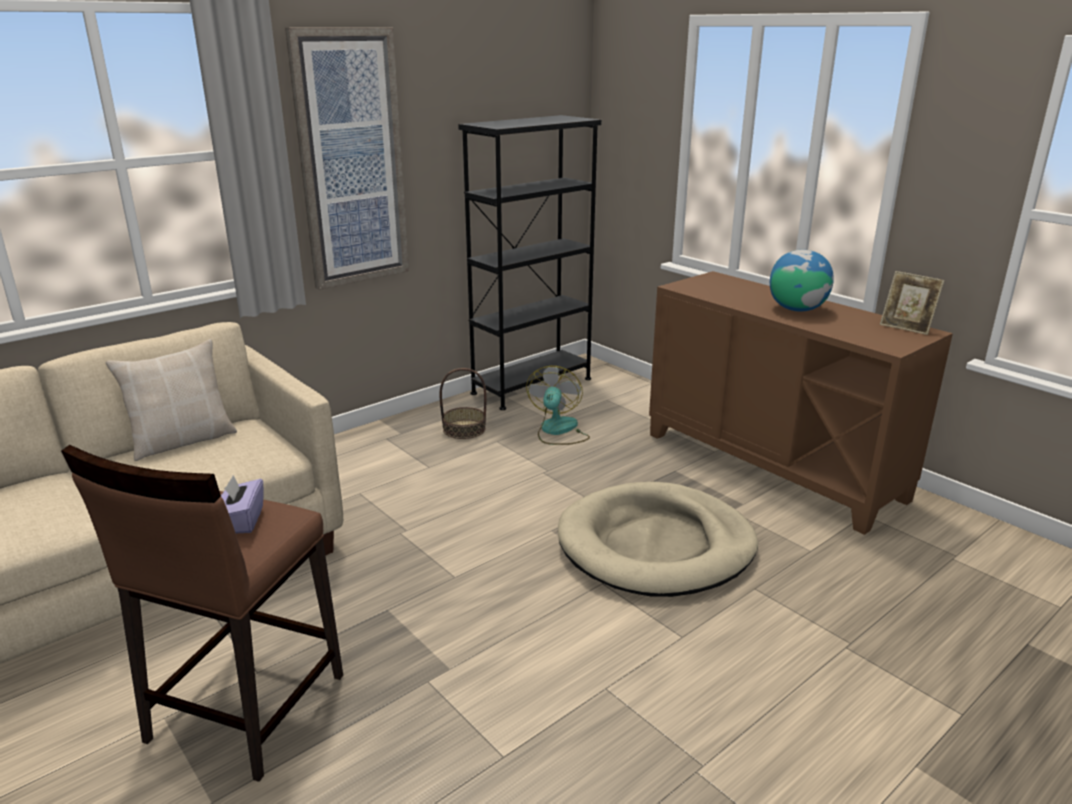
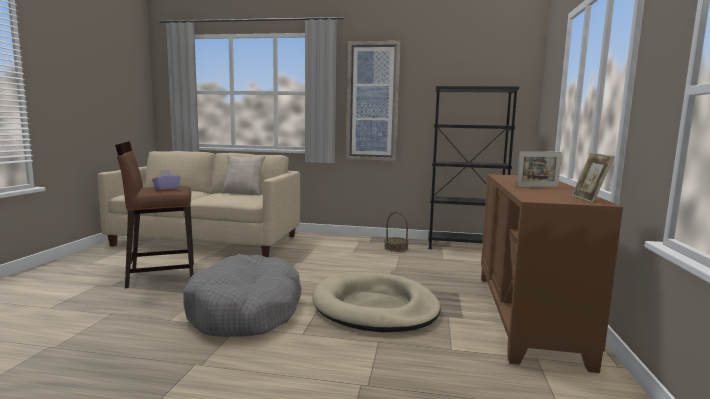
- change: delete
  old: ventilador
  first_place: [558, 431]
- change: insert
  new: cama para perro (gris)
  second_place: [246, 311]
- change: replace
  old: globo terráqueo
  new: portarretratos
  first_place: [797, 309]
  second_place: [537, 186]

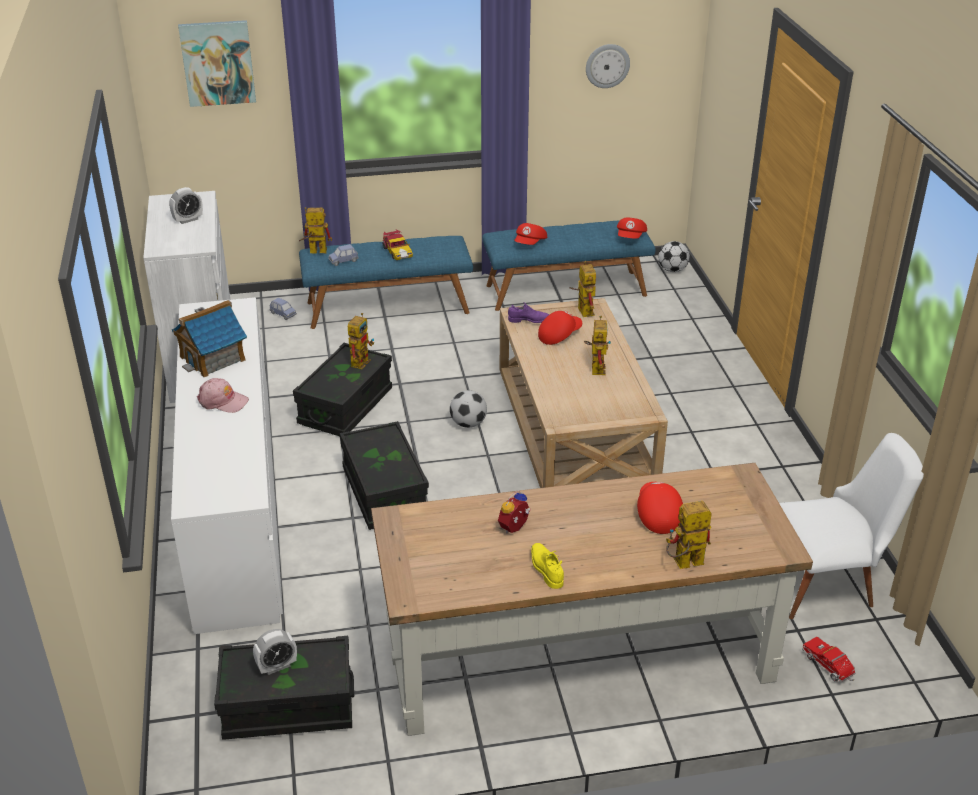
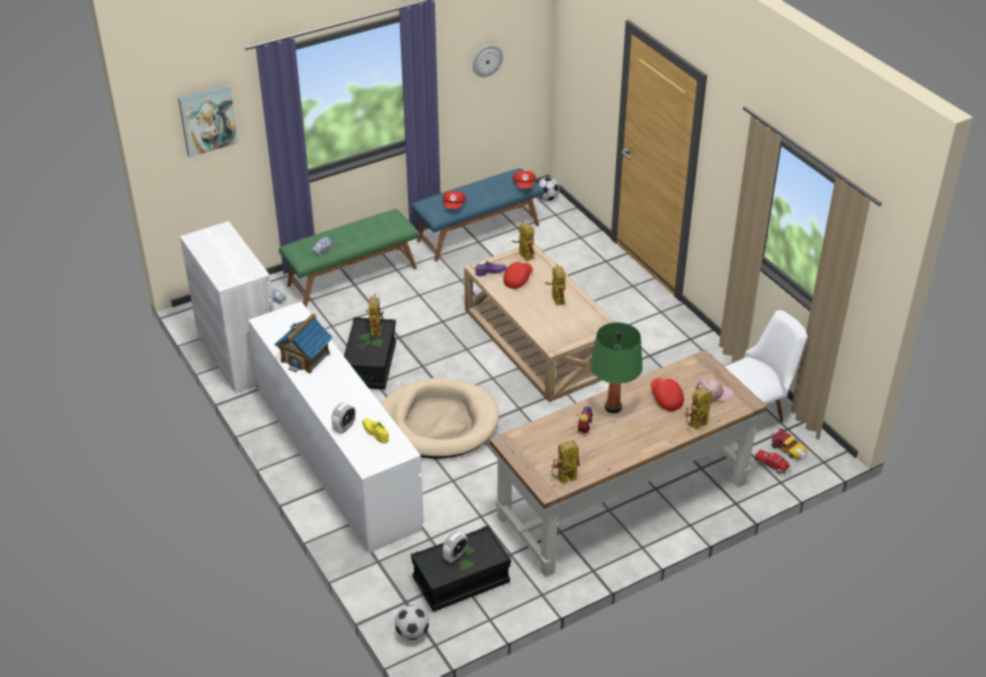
- change: insert
  new: lámpara de mesa (verde)
  second_place: [613, 407]
- change: move
  old: despertador
  first_place: [188, 220]
  second_place: [344, 427]
- change: move
  old: gorra (rosa)
  first_place: [222, 401]
  second_place: [713, 394]
- change: move
  old: robot de juguete
  first_place: [314, 251]
  second_place: [563, 480]
- change: move
  old: coche de juguete
  first_place: [397, 252]
  second_place: [787, 449]
- change: move
  old: balón de fútbol
  first_place: [468, 424]
  second_place: [412, 633]
- change: move
  old: zapato (amarillo)
  first_place: [546, 569]
  second_place: [375, 433]
- change: replace
  old: caja de almacenaje (negro)
  new: cama para perro (beis)
  first_place: [384, 493]
  second_place: [437, 423]
- change: recolor
  old: banco (azul)
  new: banco (verde)
  first_place: [388, 307]
  second_place: [352, 276]

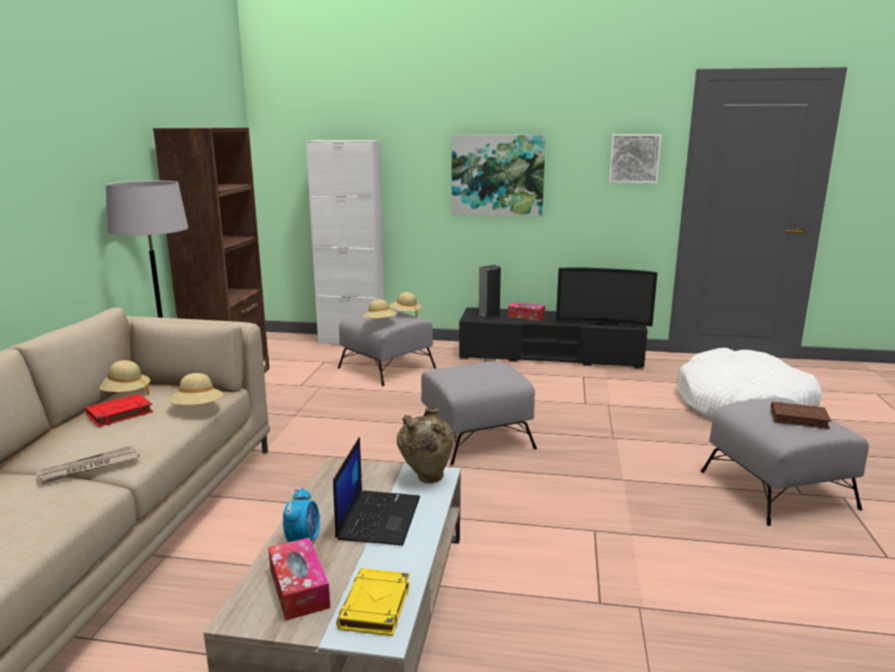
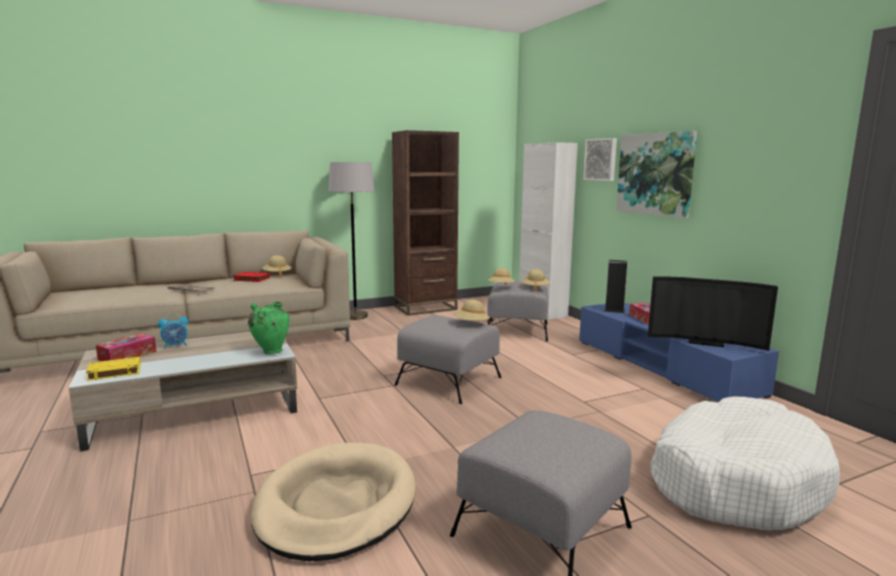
- change: delete
  old: portátil
  first_place: [378, 517]
- change: delete
  old: libro (marrón)
  first_place: [798, 419]
- change: insert
  new: cama para perro (beis)
  second_place: [336, 504]
- change: move
  old: sombrero (beis)
  first_place: [197, 409]
  second_place: [471, 325]
- change: move
  old: cuadro
  first_place: [634, 158]
  second_place: [601, 159]
- change: recolor
  old: florero (beis)
  new: florero (verde)
  first_place: [426, 478]
  second_place: [271, 351]
- change: recolor
  old: mueble de televisión (negro)
  new: mueble de televisión (azul)
  first_place: [550, 355]
  second_place: [663, 366]
- change: rotate
  old: televisor
  first_place: [603, 322]
  second_place: [705, 342]
  degrees: -45

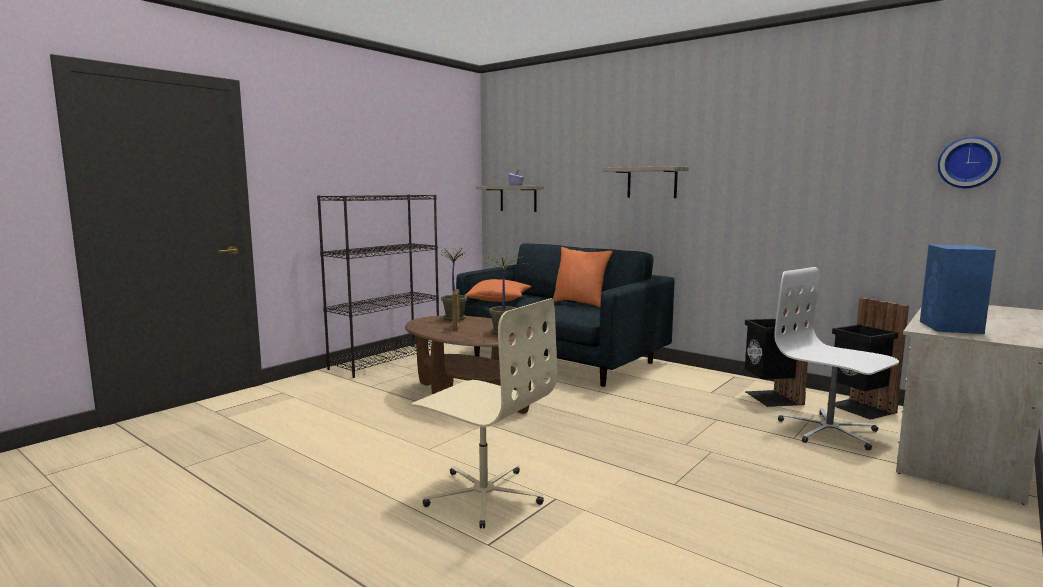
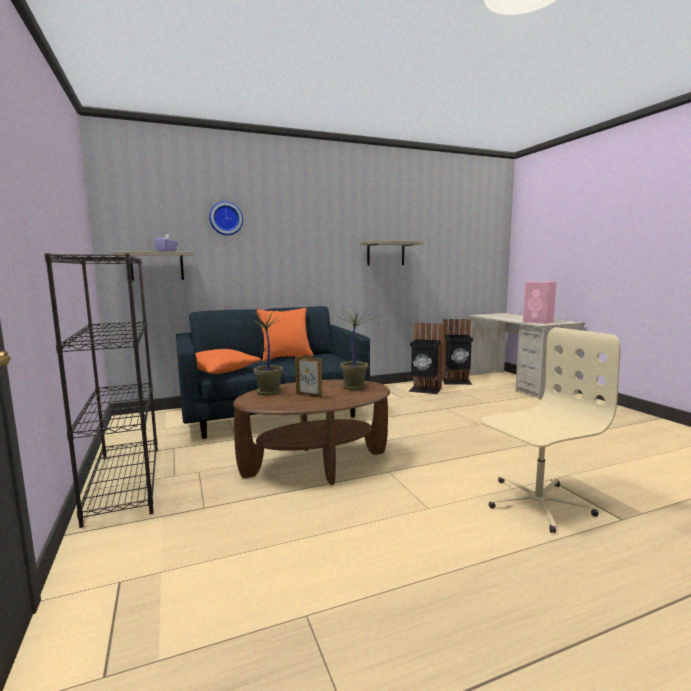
- change: delete
  old: silla de oficina (blanco)
  first_place: [829, 431]
- change: move
  old: estante
  first_place: [652, 182]
  second_place: [385, 253]
- change: move
  old: reloj de pared
  first_place: [968, 162]
  second_place: [226, 218]
- change: recolor
  old: altavoz (azul)
  new: altavoz (rosa)
  first_place: [951, 328]
  second_place: [538, 322]

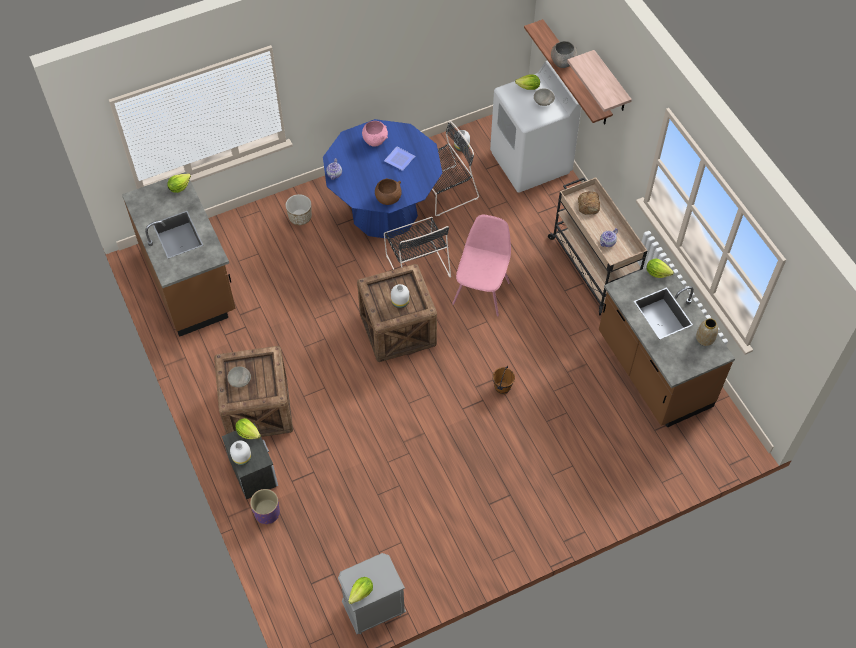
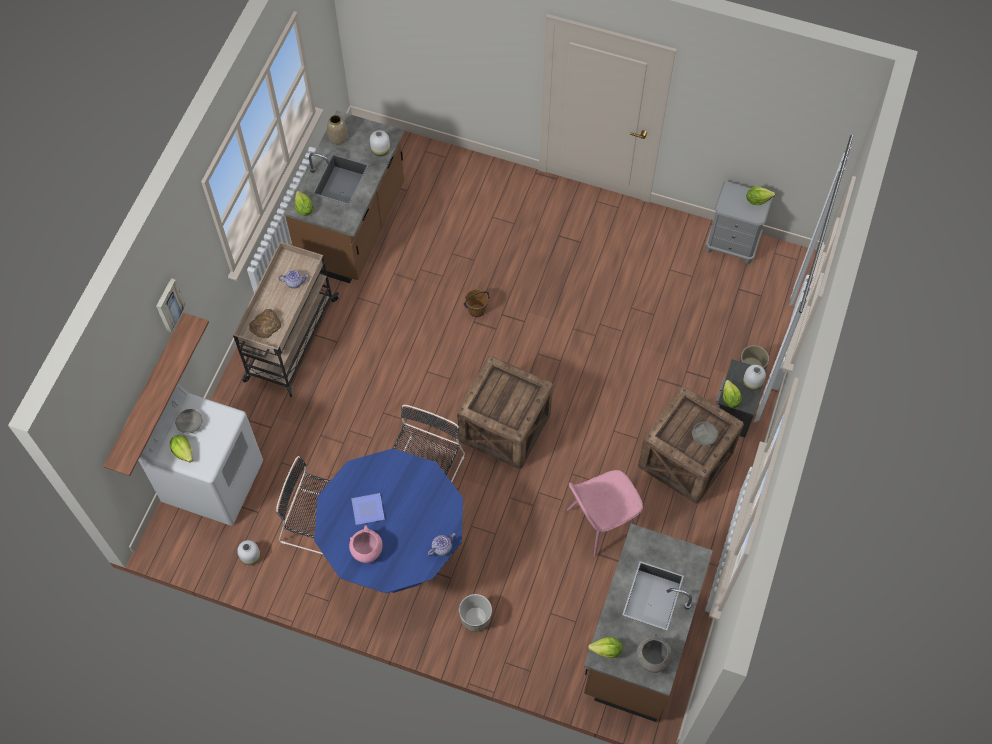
- change: delete
  old: cuenco (marrón)
  first_place: [388, 199]
- change: move
  old: florero (blanco)
  first_place: [400, 302]
  second_place: [381, 150]
- change: move
  old: silla (rosa)
  first_place: [481, 292]
  second_place: [600, 523]
- change: move
  old: cuenco (gris)
  first_place: [562, 62]
  second_place: [652, 659]
- change: replace
  old: estante
  new: cuadro
  first_place: [611, 83]
  second_place: [168, 304]

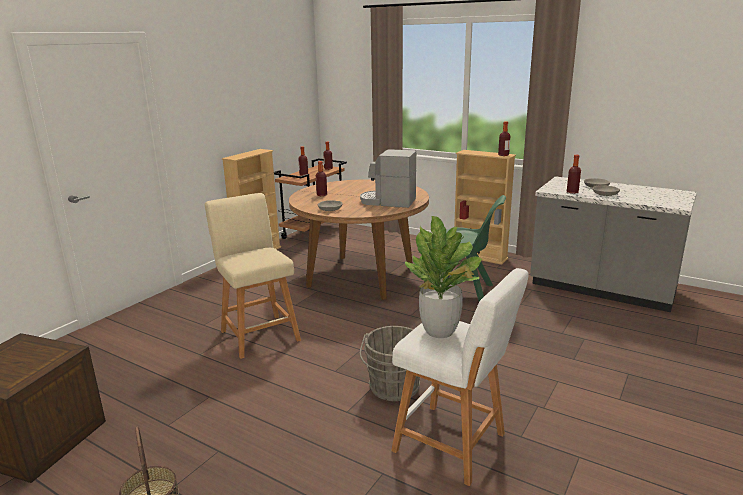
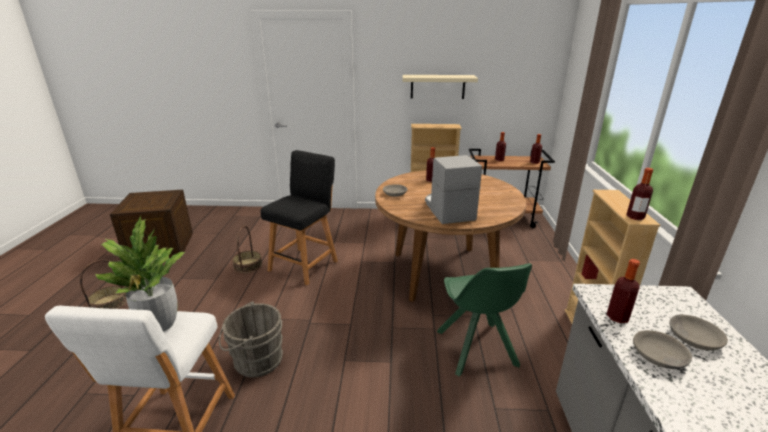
- change: insert
  new: cesta
  second_place: [248, 265]
- change: insert
  new: estante (beis)
  second_place: [437, 86]
- change: recolor
  old: taburete (beis)
  new: taburete (negro)
  first_place: [258, 334]
  second_place: [305, 264]

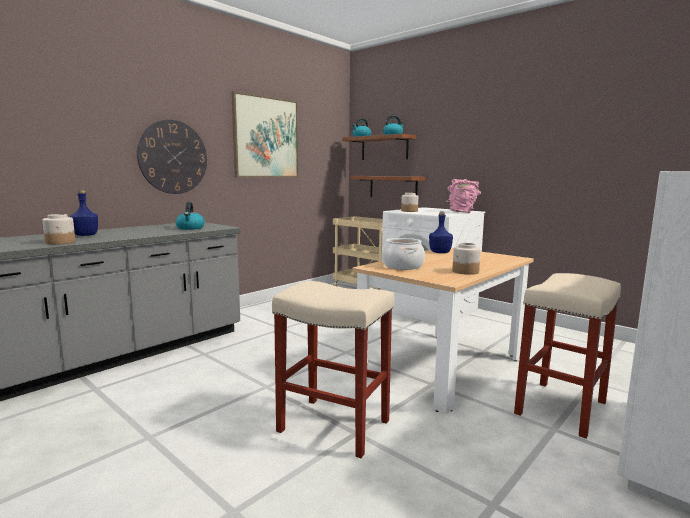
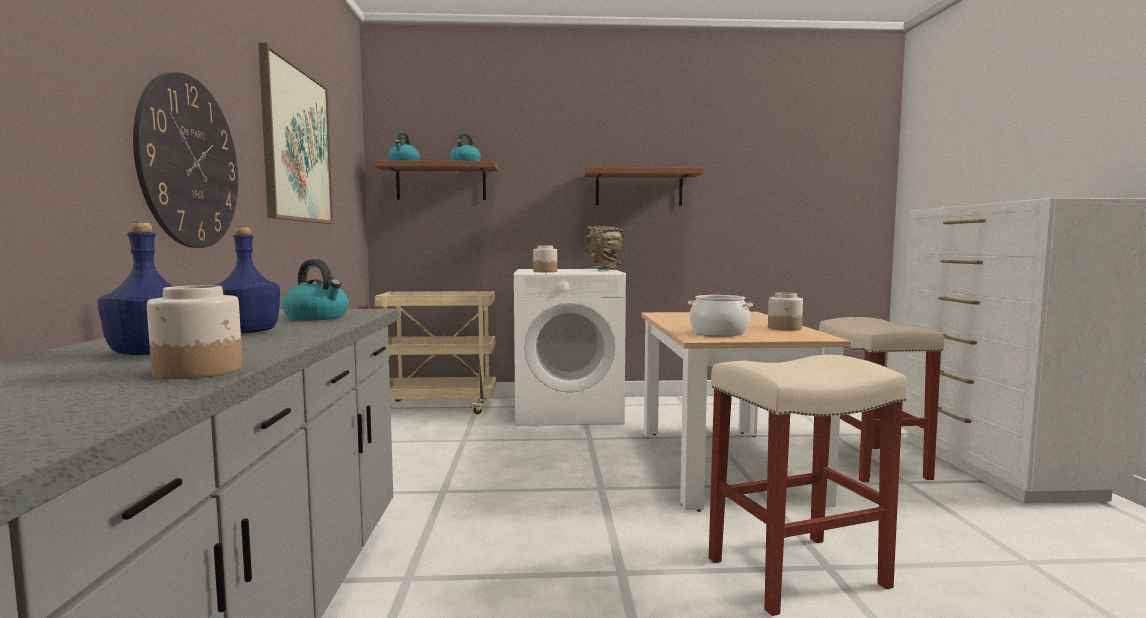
- change: move
  old: estante (marrón)
  first_place: [393, 187]
  second_place: [639, 188]
- change: move
  old: botella (azul)
  first_place: [440, 252]
  second_place: [249, 332]
- change: recolor
  old: florero (rosa)
  new: florero (marrón)
  first_place: [462, 212]
  second_place: [604, 270]

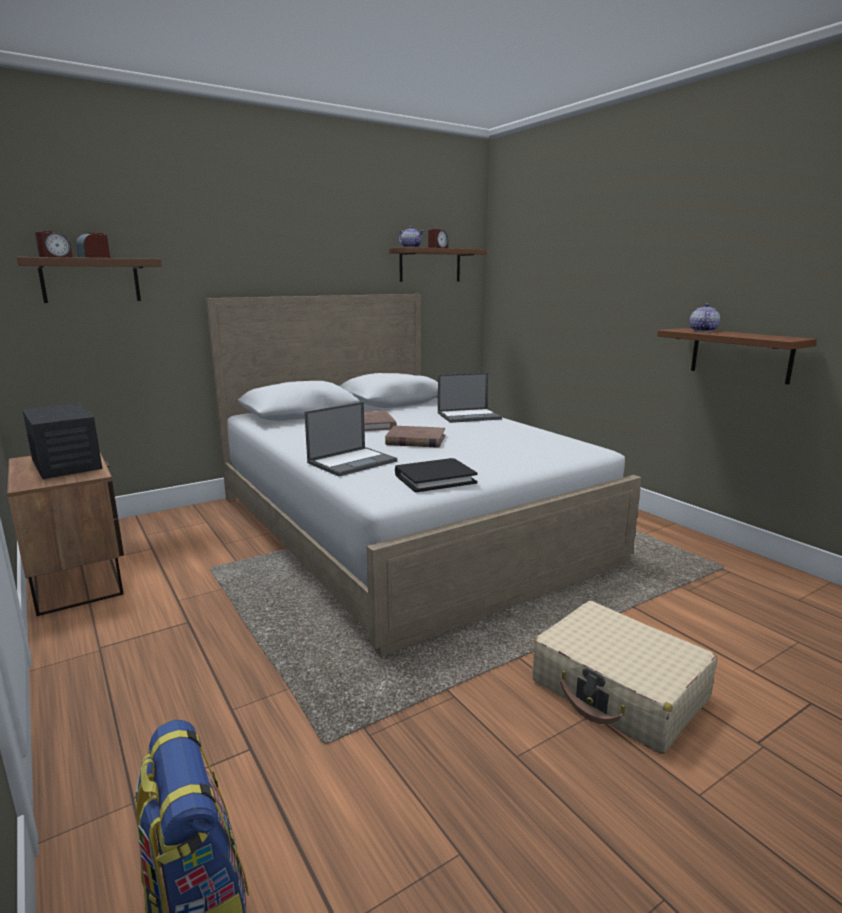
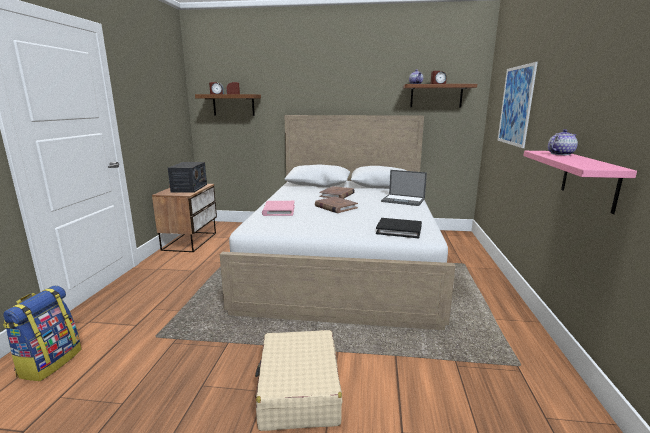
- change: insert
  new: cuadro
  second_place: [515, 105]
- change: move
  old: libro (negro)
  first_place: [435, 479]
  second_place: [399, 230]
- change: replace
  old: portátil
  new: libro (rosa)
  first_place: [353, 462]
  second_place: [279, 210]
- change: recolor
  old: estante (marrón)
  new: estante (rosa)
  first_place: [740, 355]
  second_place: [589, 180]

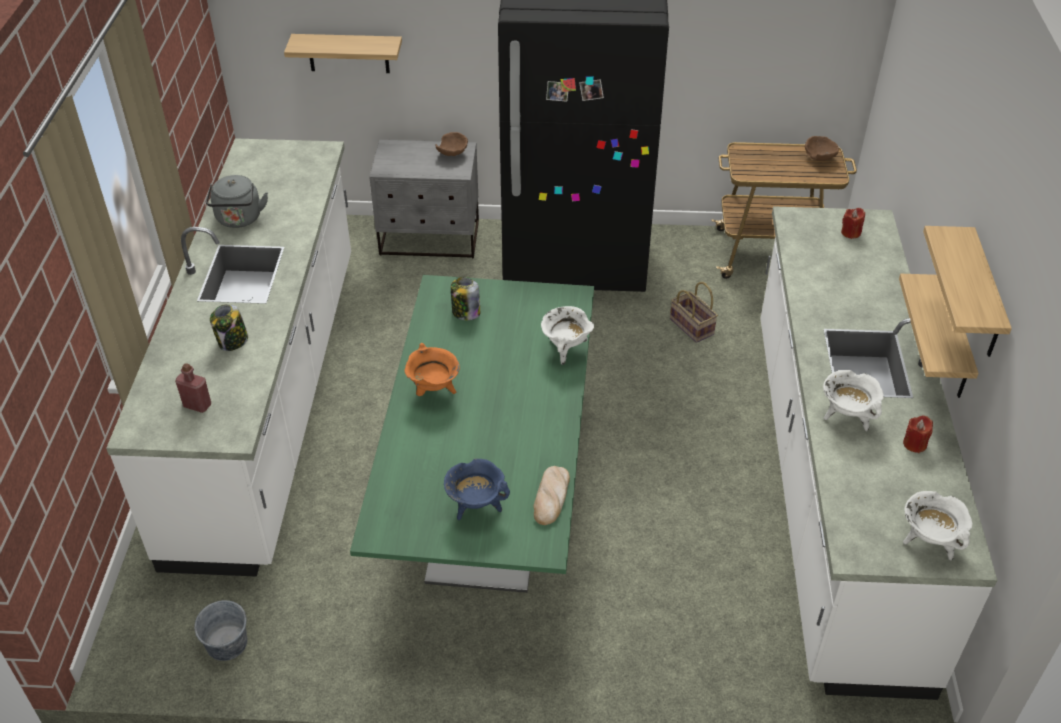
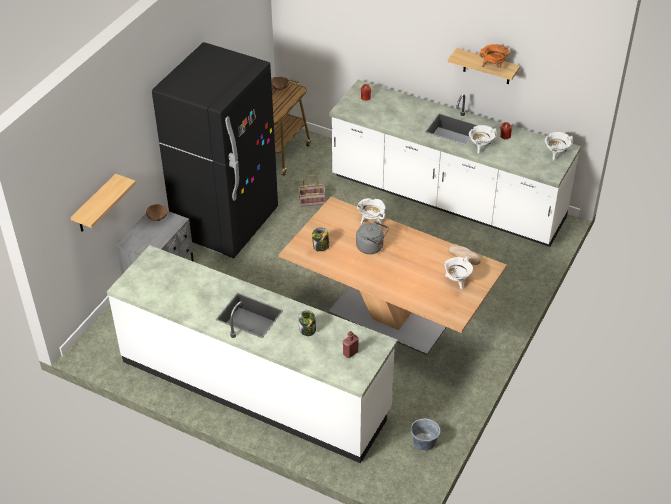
- change: delete
  old: estante
  first_place: [955, 341]
- change: move
  old: hervidor (gris)
  first_place: [239, 220]
  second_place: [371, 247]
- change: move
  old: olla (naranja)
  first_place: [434, 390]
  second_place: [493, 66]
- change: recolor
  old: mesa de comedor (verde)
  new: mesa de comedor (beis)
  first_place: [489, 505]
  second_place: [389, 317]
- change: recolor
  old: olla (azul)
  new: olla (blanco)
  first_place: [476, 507]
  second_place: [457, 281]

